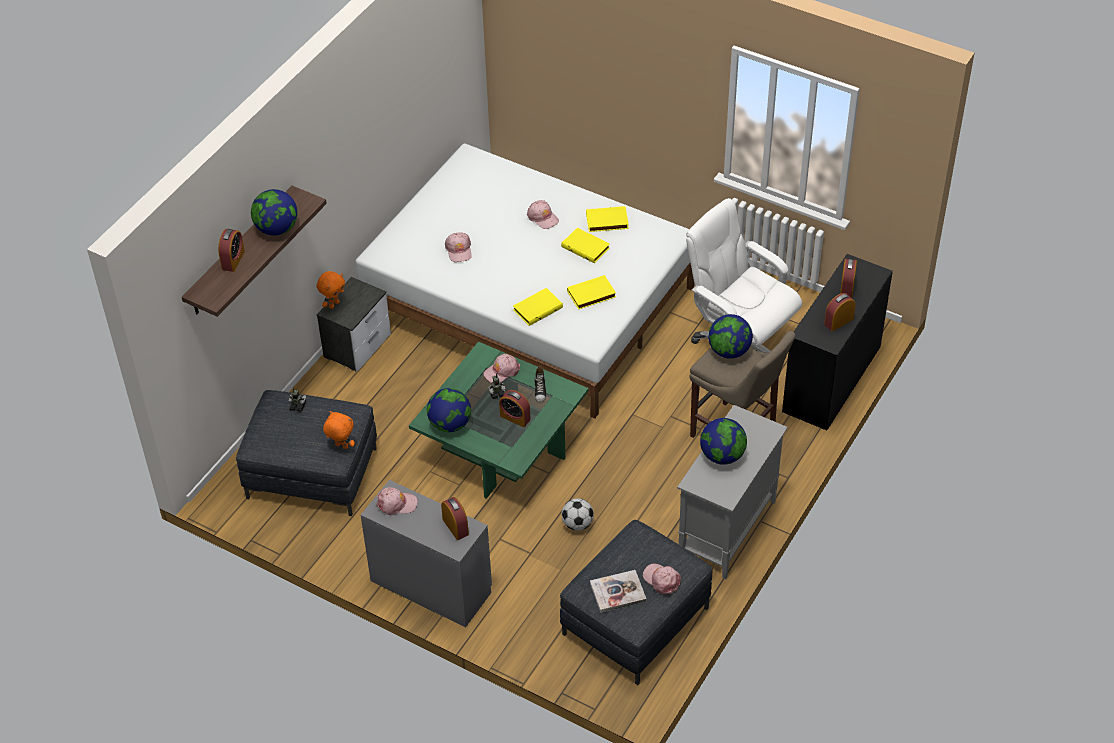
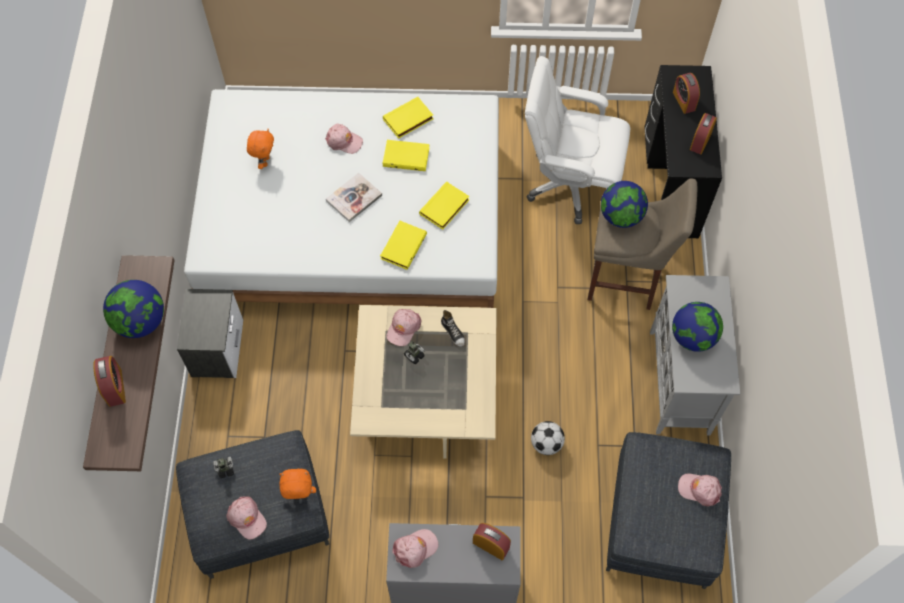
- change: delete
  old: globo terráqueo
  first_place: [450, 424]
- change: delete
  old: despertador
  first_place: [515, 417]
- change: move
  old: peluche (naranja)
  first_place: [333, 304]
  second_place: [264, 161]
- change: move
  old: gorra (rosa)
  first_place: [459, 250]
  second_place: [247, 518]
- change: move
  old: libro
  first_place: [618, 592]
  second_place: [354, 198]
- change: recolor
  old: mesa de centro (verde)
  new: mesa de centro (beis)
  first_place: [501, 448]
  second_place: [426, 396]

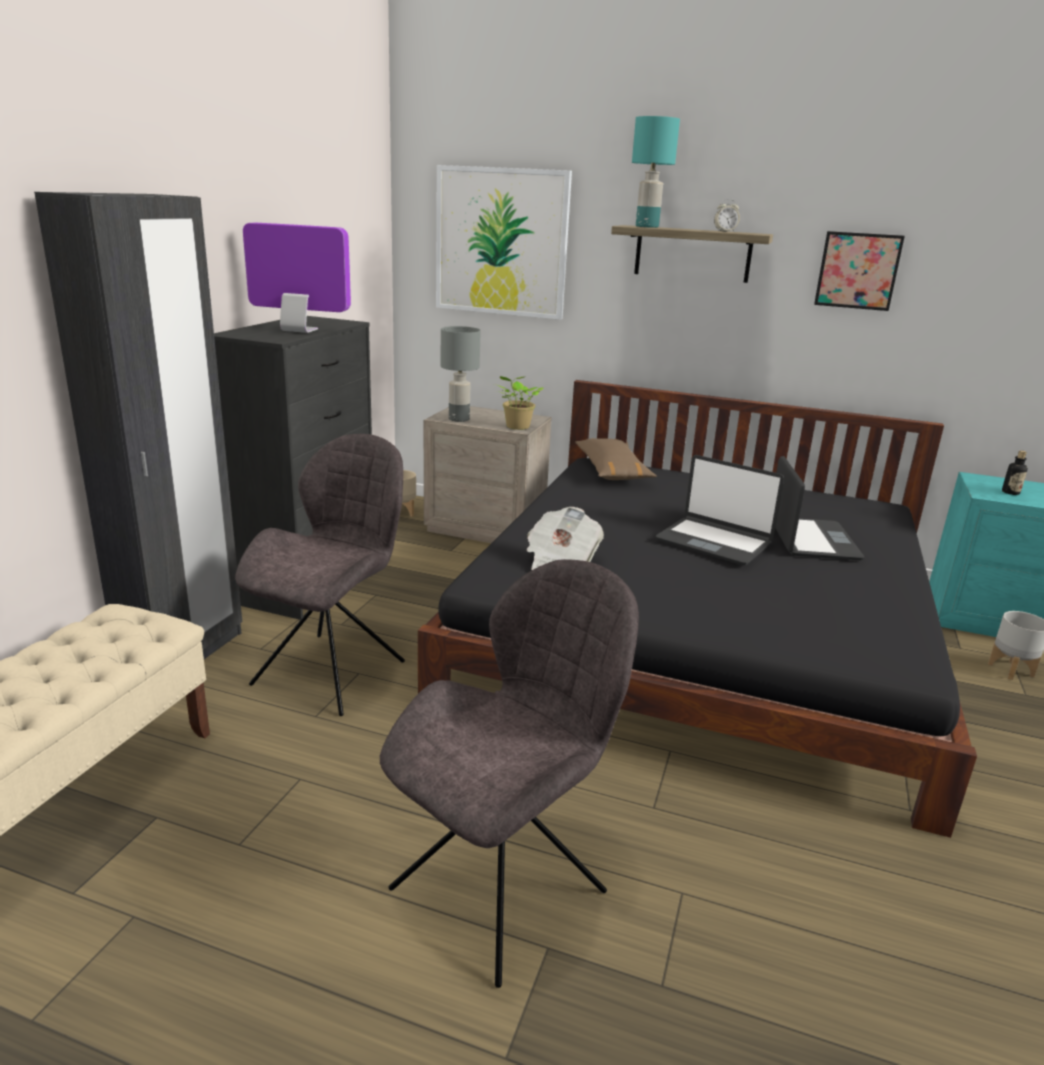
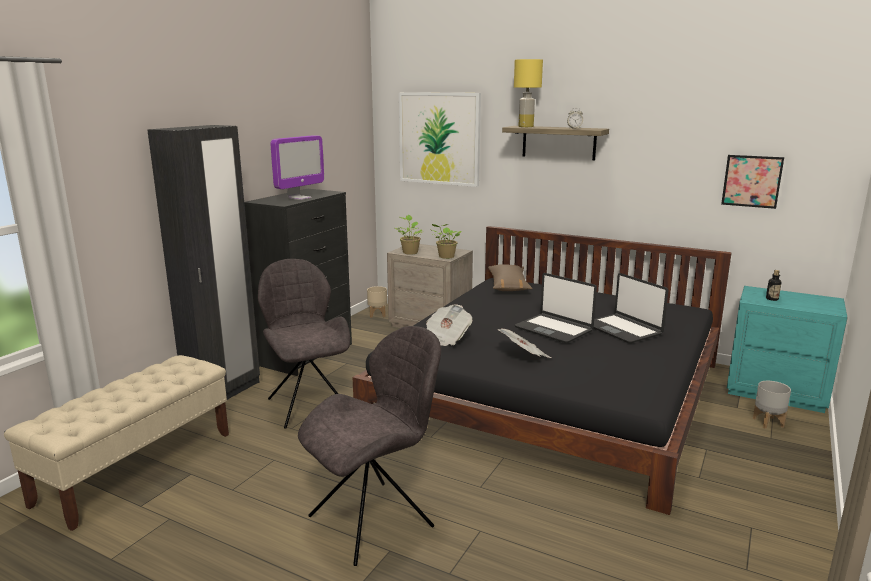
- change: insert
  new: periódico
  second_place: [524, 356]
- change: move
  old: cuadro
  first_place: [857, 271]
  second_place: [752, 181]
- change: replace
  old: lámpara de mesa (gris)
  new: planta en maceta
  first_place: [459, 419]
  second_place: [410, 252]
- change: recolor
  old: lámpara de mesa (turquesa)
  new: lámpara de mesa (amarillo)
  first_place: [647, 227]
  second_place: [526, 127]
- change: rotate
  old: silla (gris)
  first_place: [333, 670]
  second_place: [308, 404]
  degrees: -60
- change: rotate
  old: monitor
  first_place: [299, 330]
  second_place: [299, 198]
  degrees: 105
- change: rotate
  old: portátil
  first_place: [811, 540]
  second_place: [623, 329]
  degrees: 135

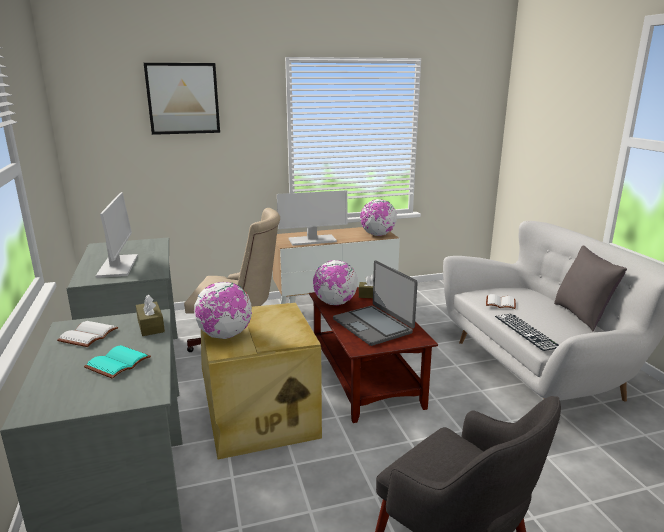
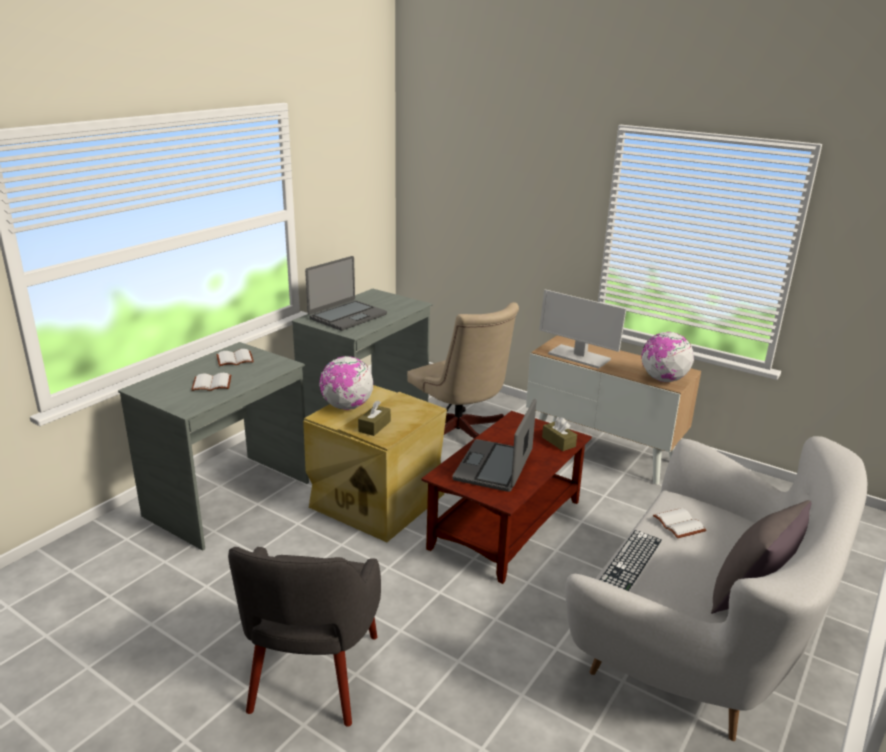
- change: delete
  old: cuadro
  first_place: [183, 98]
- change: delete
  old: globo terráqueo
  first_place: [335, 303]
- change: move
  old: caja de pañuelos (marrón)
  first_place: [150, 326]
  second_place: [374, 426]
- change: replace
  old: monitor
  new: portátil
  first_place: [118, 266]
  second_place: [347, 316]
- change: recolor
  old: libro (turquesa)
  new: libro (blanco)
  first_place: [118, 362]
  second_place: [212, 383]

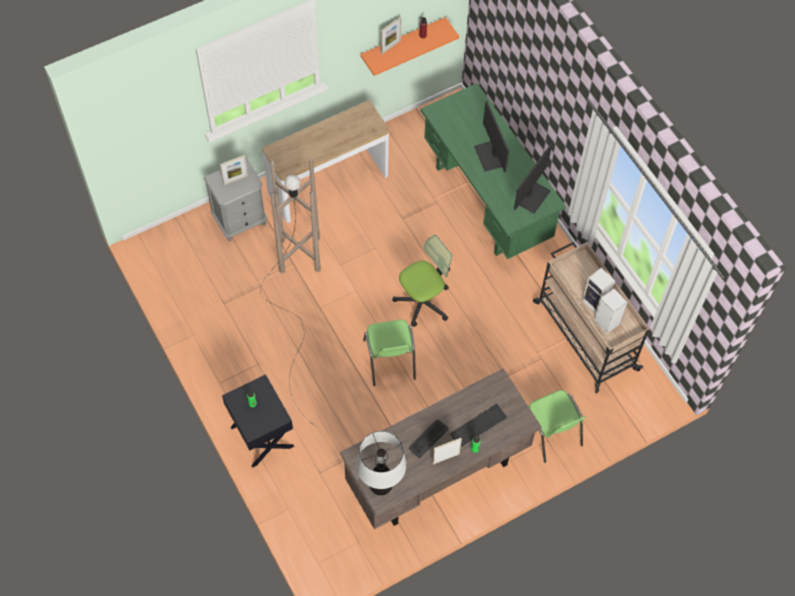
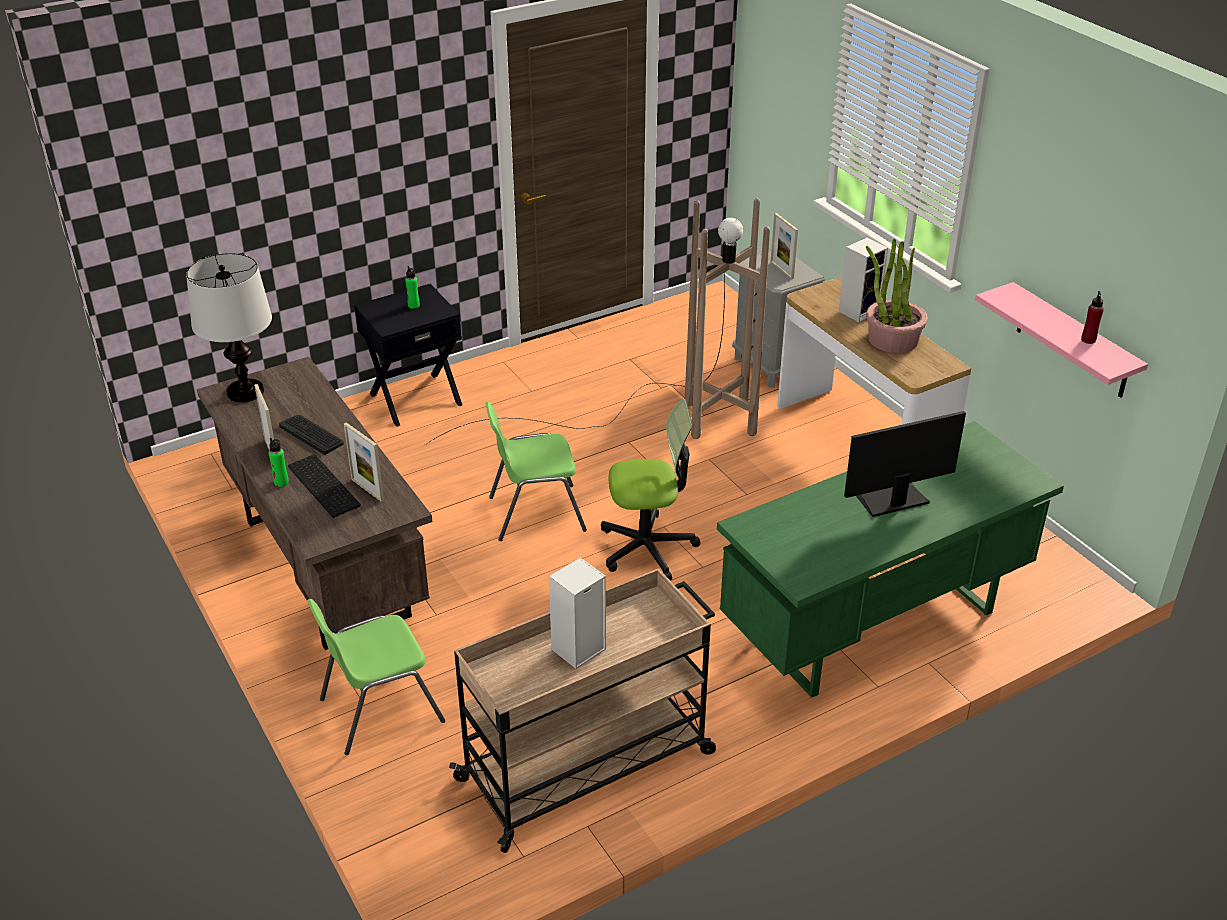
- change: delete
  old: monitor
  first_place: [533, 196]
- change: insert
  new: planta en maceta
  second_place: [892, 339]
- change: move
  old: portarretratos
  first_place: [390, 47]
  second_place: [367, 490]
- change: move
  old: altavoz
  first_place: [605, 321]
  second_place: [859, 311]
- change: recolor
  old: estante (naranja)
  new: estante (rosa)
  first_place: [403, 43]
  second_place: [1072, 342]
- change: rotate
  old: silla de oficina
  first_place: [422, 301]
  second_place: [647, 548]
  degrees: -60

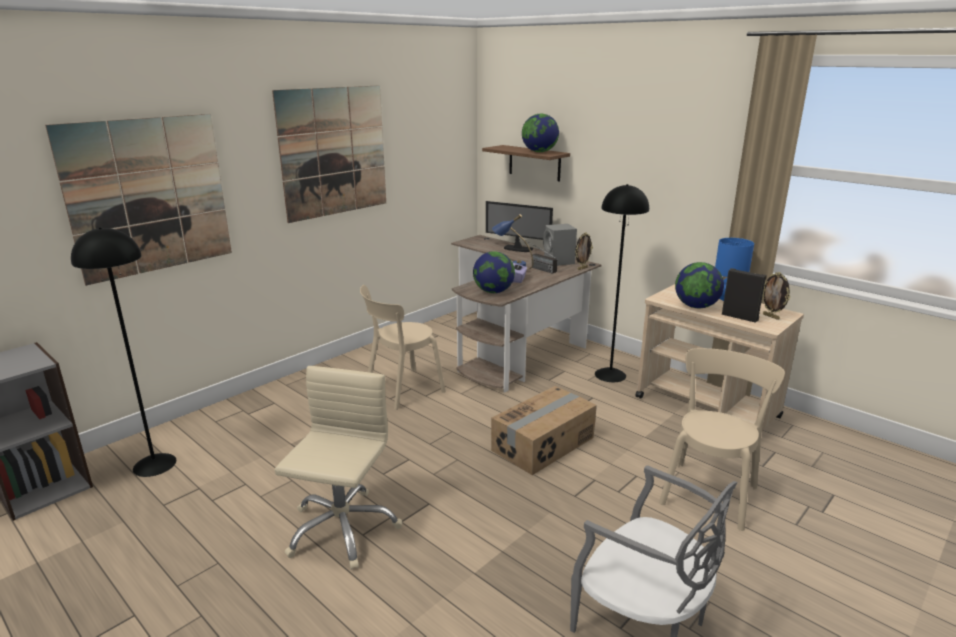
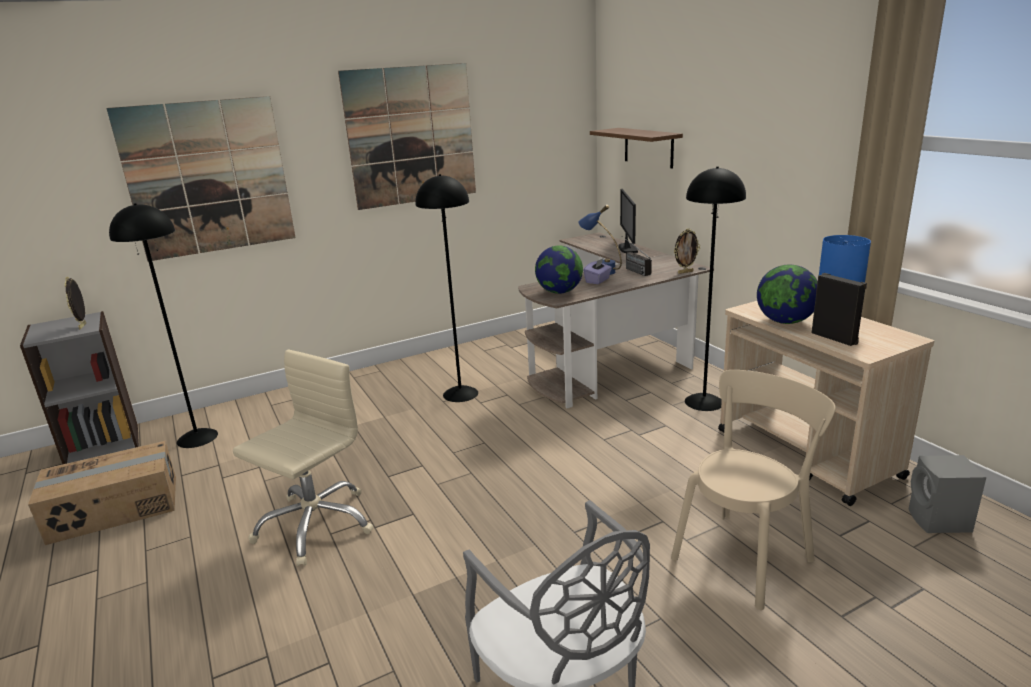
- change: delete
  old: globo terráqueo
  first_place: [539, 152]
- change: move
  old: caja de cartón
  first_place: [544, 444]
  second_place: [115, 509]
- change: move
  old: altavoz (gris)
  first_place: [559, 262]
  second_place: [939, 522]
- change: move
  old: portarretratos
  first_place: [771, 316]
  second_place: [83, 326]
- change: replace
  old: silla (beis)
  new: lámpara de pie (negro)
  first_place: [401, 389]
  second_place: [460, 393]
- change: rotate
  old: monitor
  first_place: [517, 249]
  second_place: [627, 248]
  degrees: 45

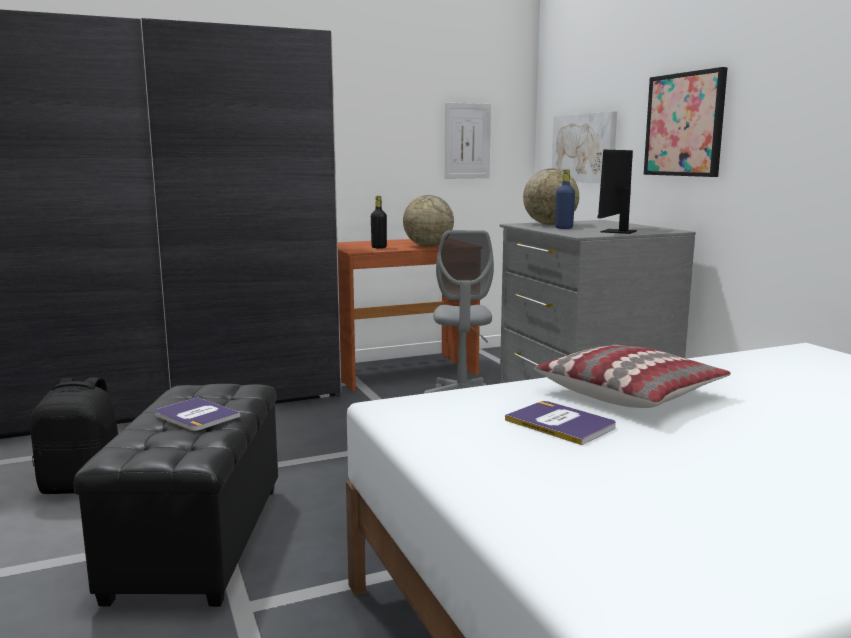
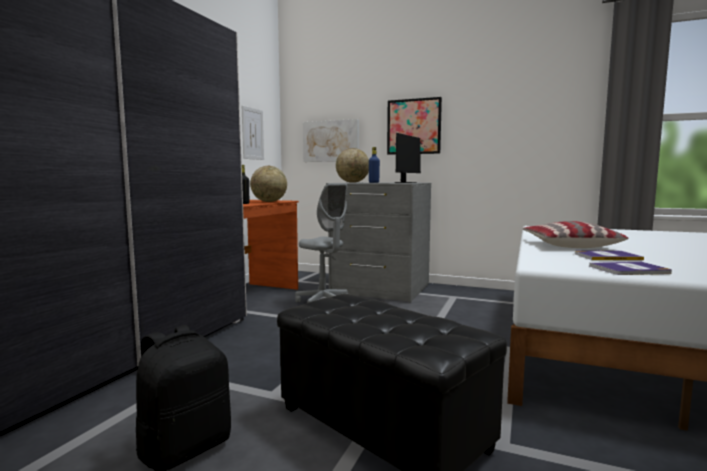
- change: move
  old: libro
  first_place: [196, 415]
  second_place: [630, 270]
- change: rotate
  old: monitor
  first_place: [615, 232]
  second_place: [407, 182]
  degrees: -135

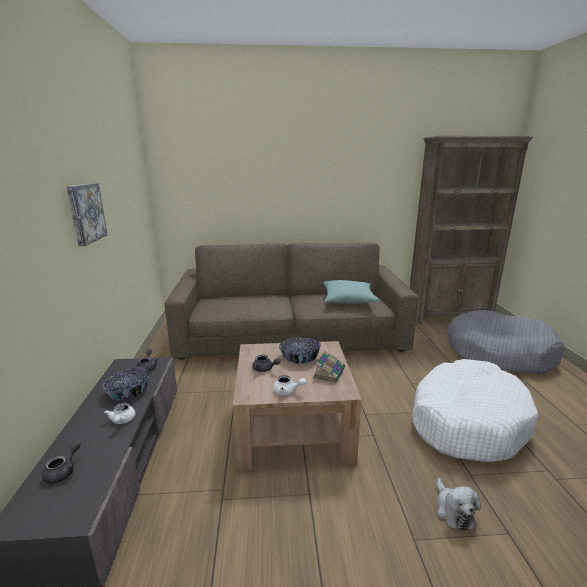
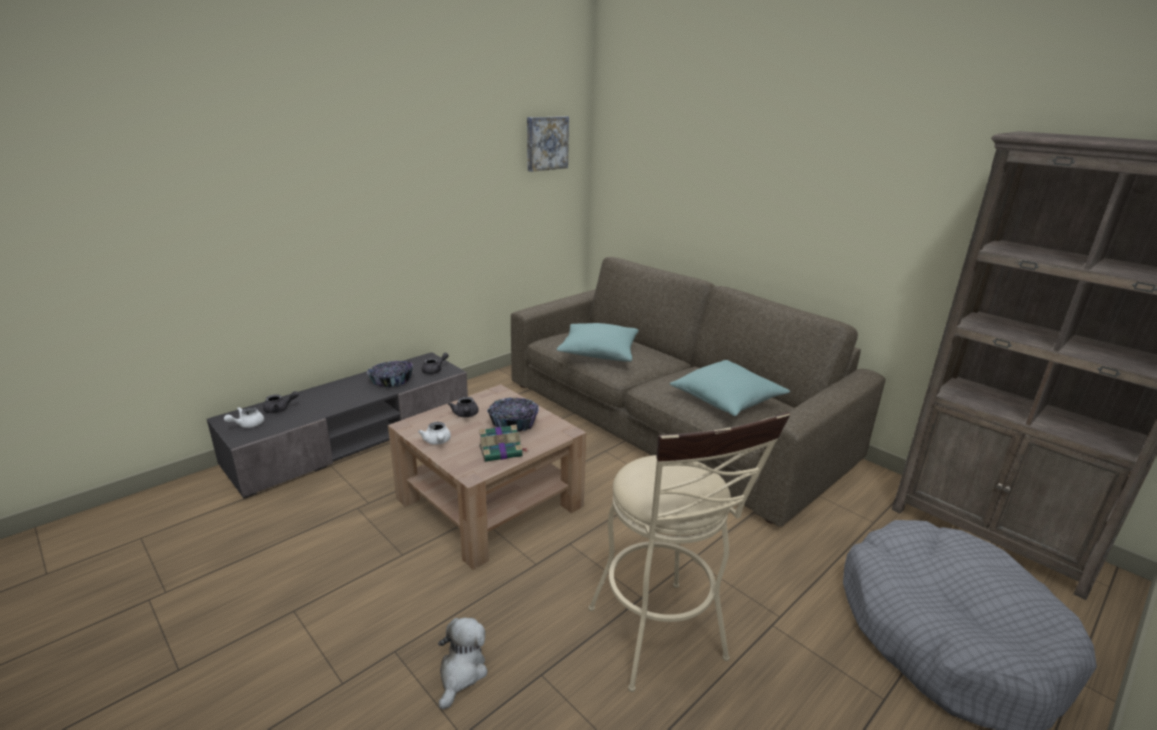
- change: insert
  new: cojín (turquesa)
  second_place: [598, 353]
- change: move
  old: cuadro
  first_place: [85, 213]
  second_place: [546, 143]
- change: move
  old: tetera (blanco)
  first_place: [122, 421]
  second_place: [247, 424]
- change: replace
  old: cama para perro (blanco)
  new: taburete (beis)
  first_place: [466, 420]
  second_place: [662, 642]
- change: rotate
  old: peluche
  first_place: [453, 510]
  second_place: [461, 672]
  degrees: 150

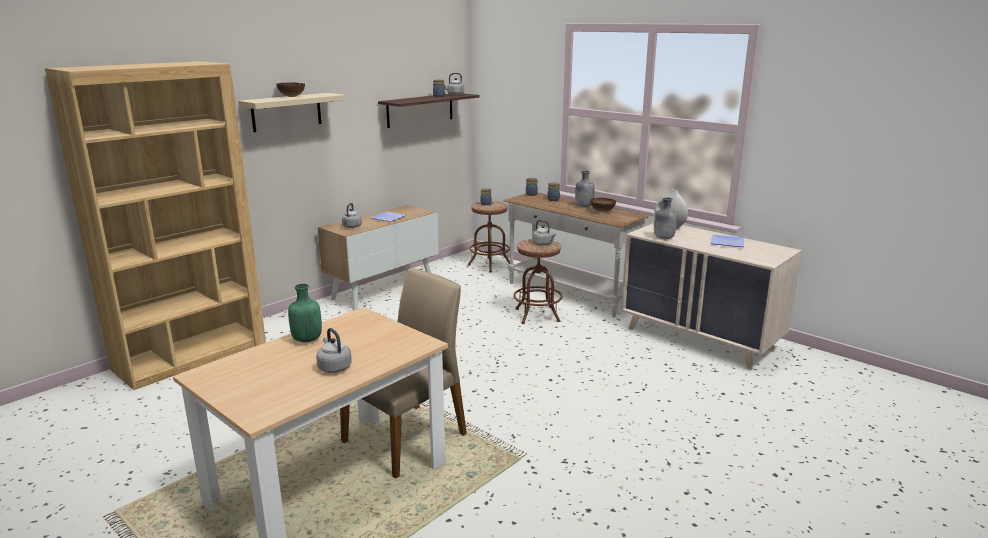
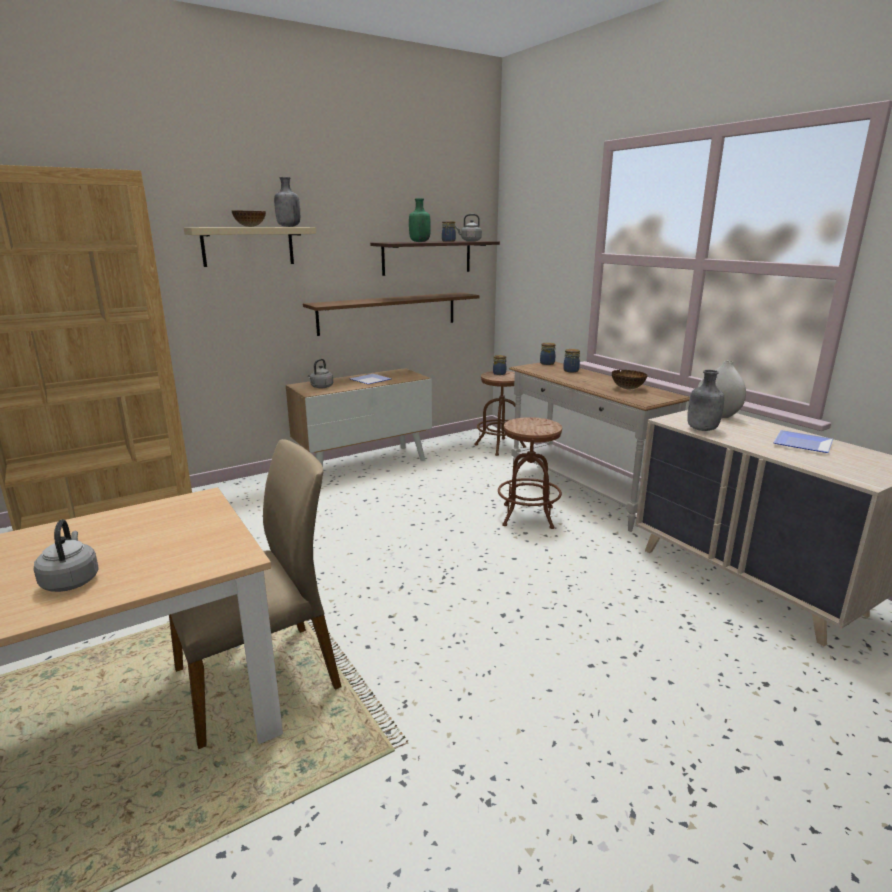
- change: delete
  old: hervidor (gris)
  first_place: [543, 244]
- change: insert
  new: estante (marrón)
  second_place: [388, 313]
- change: move
  old: botella (verde)
  first_place: [306, 339]
  second_place: [419, 242]
- change: move
  old: botella (gris)
  first_place: [583, 206]
  second_place: [288, 226]

